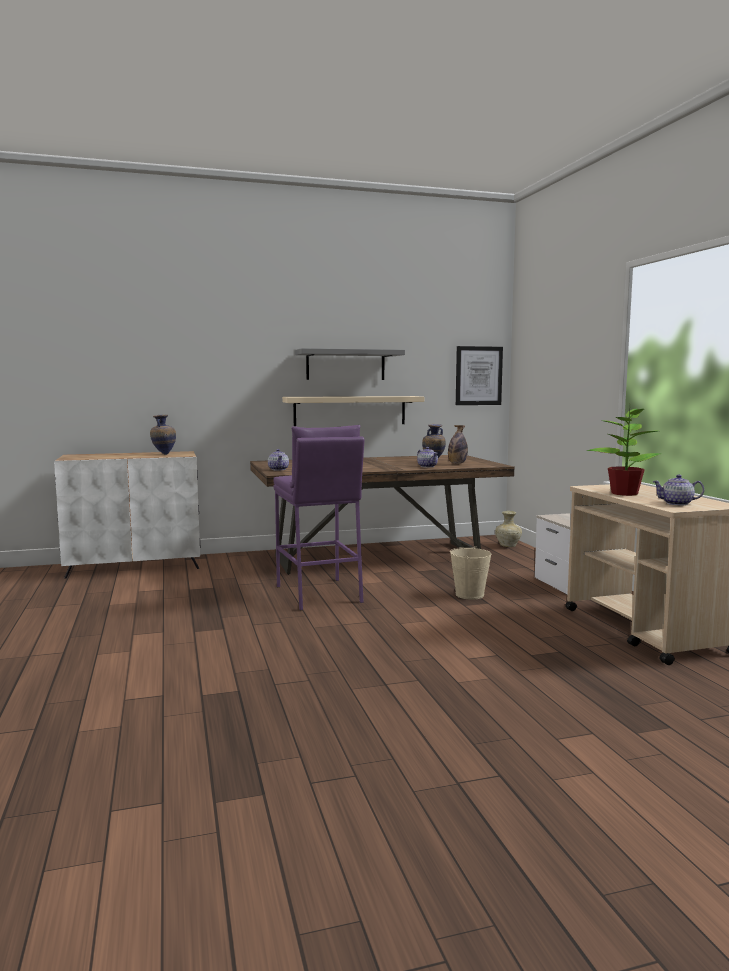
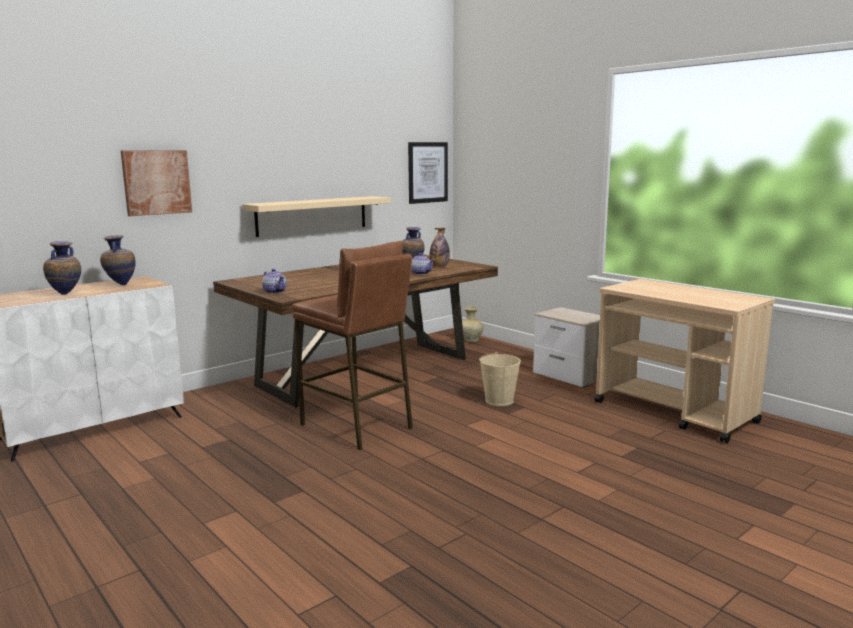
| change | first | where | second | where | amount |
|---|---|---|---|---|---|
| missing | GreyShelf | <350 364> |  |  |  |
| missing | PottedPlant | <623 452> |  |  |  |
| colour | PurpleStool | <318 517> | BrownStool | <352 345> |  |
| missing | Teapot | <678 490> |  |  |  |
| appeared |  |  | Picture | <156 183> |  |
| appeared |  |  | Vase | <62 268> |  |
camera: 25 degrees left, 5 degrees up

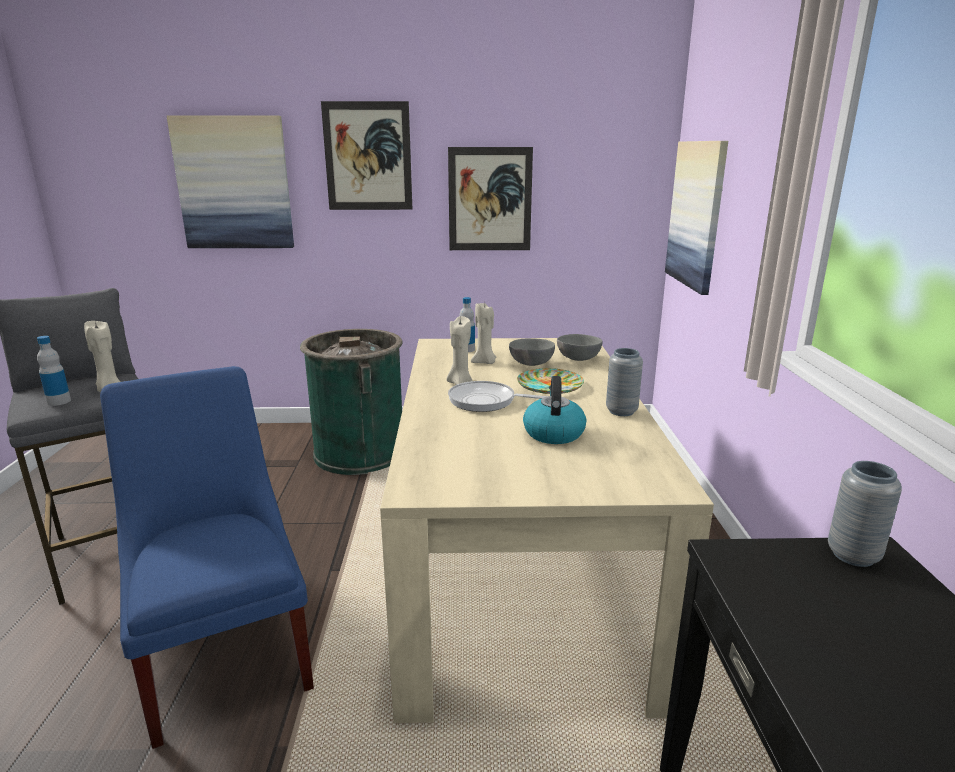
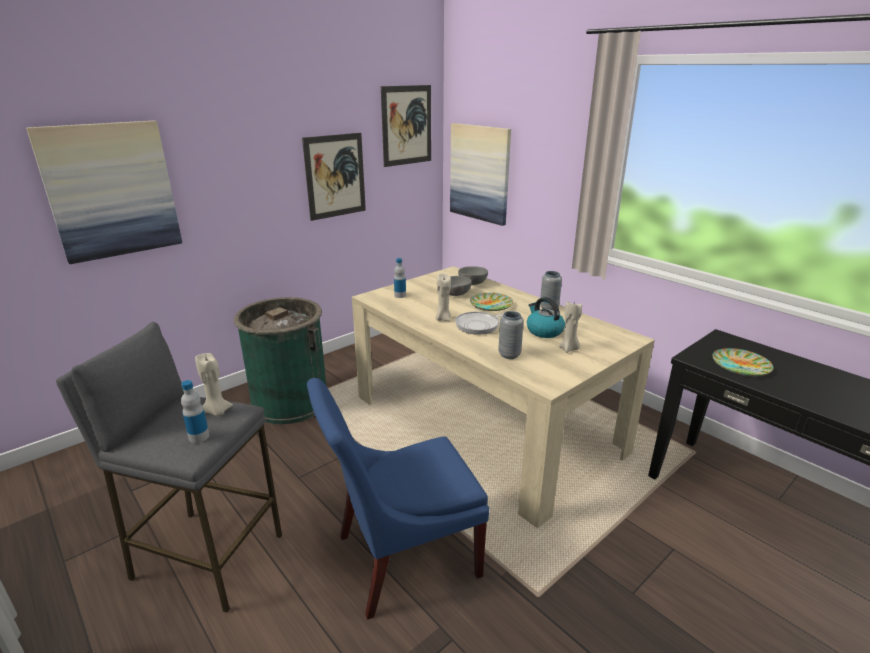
| change | first | where | second | where | amount |
|---|---|---|---|---|---|
| relocated | Picture | <366 155> |  | <406 126> |  |
| relocated | BeigeCandle | <483 333> |  | <570 327> |  |
| spun | BlueChair | <207 557> |  | <398 499> | 45 degrees counterclockwise |
| relocated | GreyVase | <865 514> |  | <511 335> |  |
| appeared |  |  | Plate | <743 362> |  |
camera: 40 degrees left, 5 degrees up

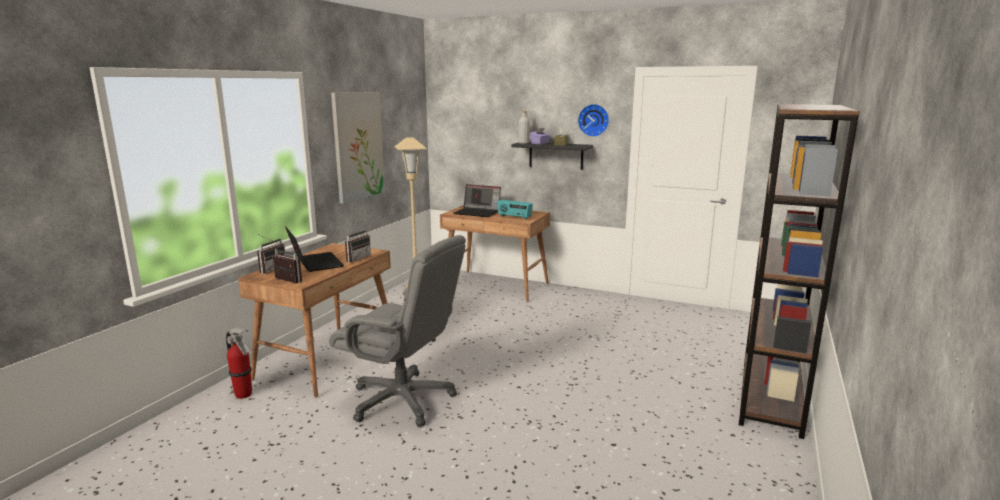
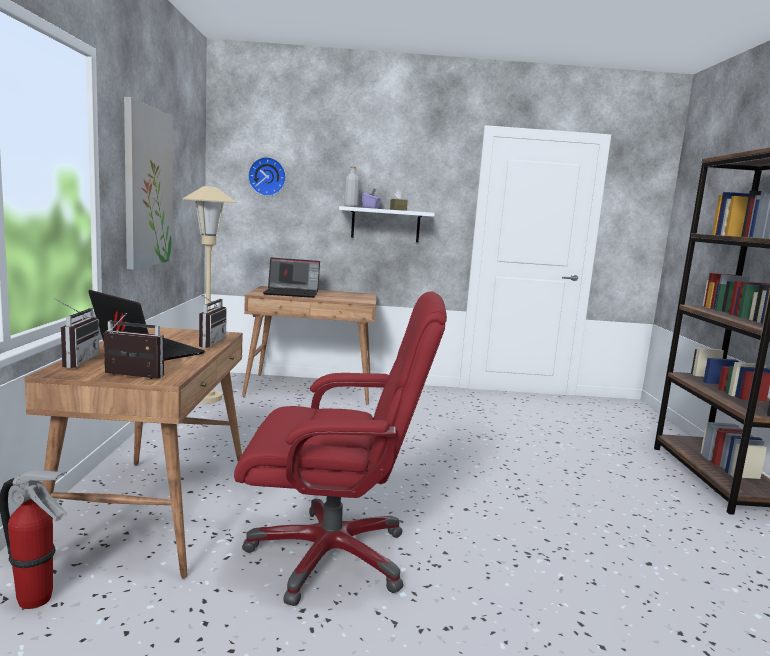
| change | first | where | second | where | amount |
|---|---|---|---|---|---|
| relocated | WallClock | <593 120> |  | <267 176> |  |
| colour | BlackShelf | <552 156> | WhiteShelf | <387 224> |  |
| missing | Radio | <515 210> |  |  |  |
| colour | GreyOfficeChair | <397 331> | RedOfficeChair | <340 448> |  |
camera: 25 degrees left, 5 degrees down

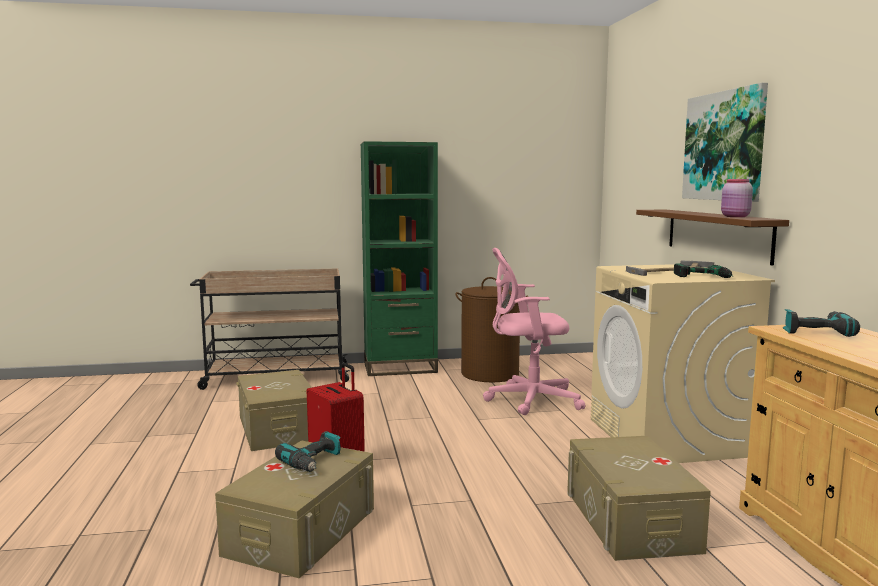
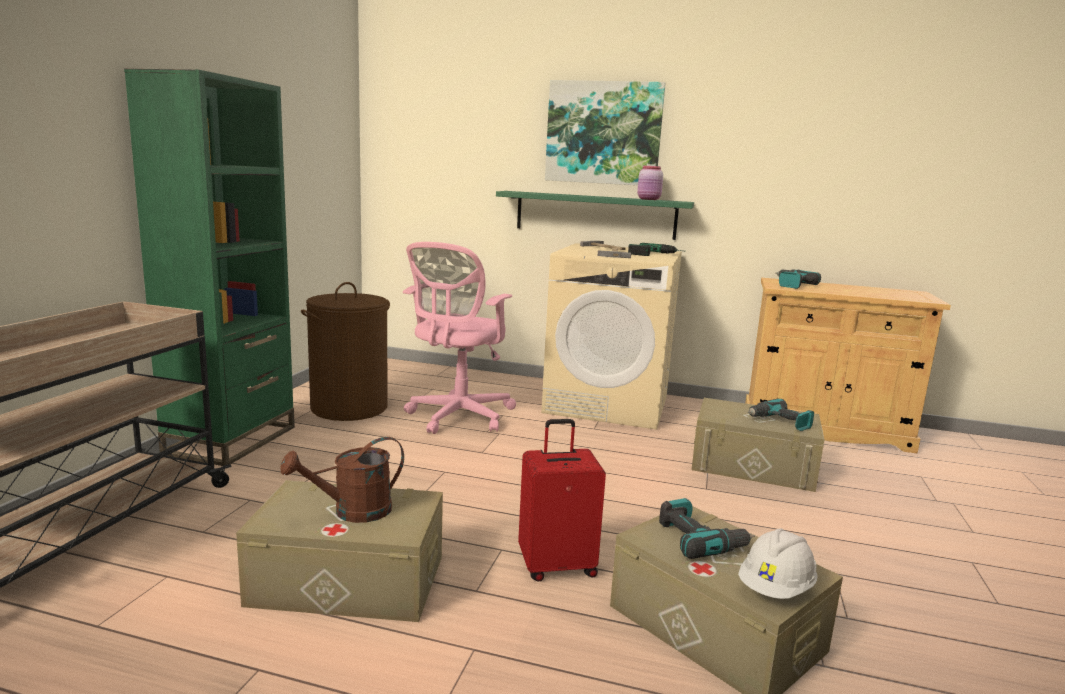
| change | first | where | second | where | amount |
|---|---|---|---|---|---|
| colour | BrownShelf | <712 238> | GreenShelf | <595 215> |  |
| appeared |  |  | PowerDrill | <781 414> |  |
| appeared |  |  | BrownWateringCan | <342 480> |  |
| appeared |  |  | WhiteHardHat | <778 564> |  |
camera: 65 degrees left, 5 degrees up

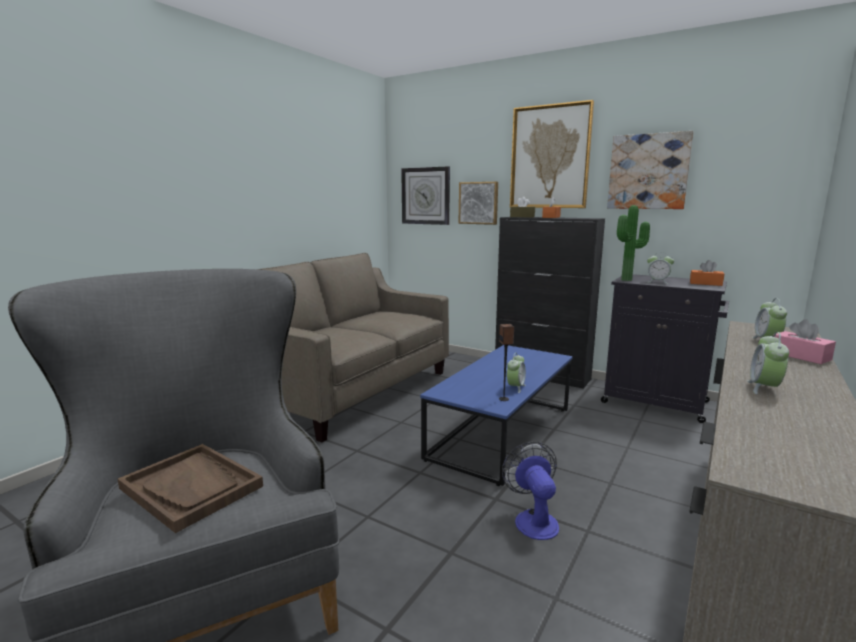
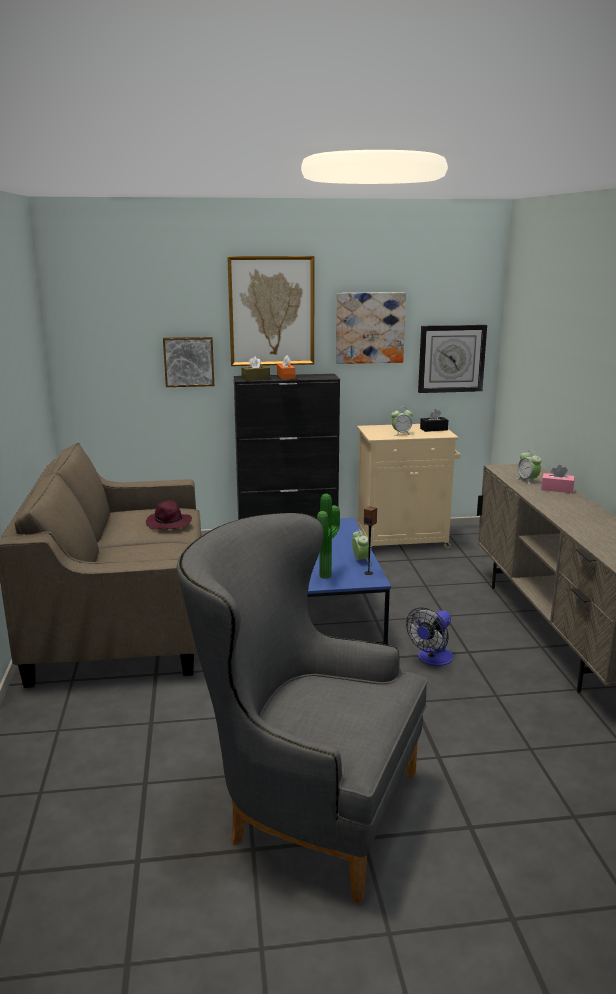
| change | first | where | second | where | amount |
|---|---|---|---|---|---|
| relocated | WallClock | <425 196> |  | <452 359> |  |
| relocated | PottedPlant | <633 243> |  | <328 536> |  |
| colour | OrangeTissueBox | <707 273> | BlackTissueBox | <434 420> |  |
| colour | BlackCabinet | <665 348> | BeigeCabinet | <409 487> |  |
| missing | AlarmClock | <768 363> |  |  |  |
| spun | Fan | <530 491> |  | <429 636> | 90 degrees counterclockwise |
| missing | BrownTray | <190 488> |  |  |  |
| appeared |  |  | PurpleHat | <169 515> |  |
camera: 40 degrees left, 5 degrees up

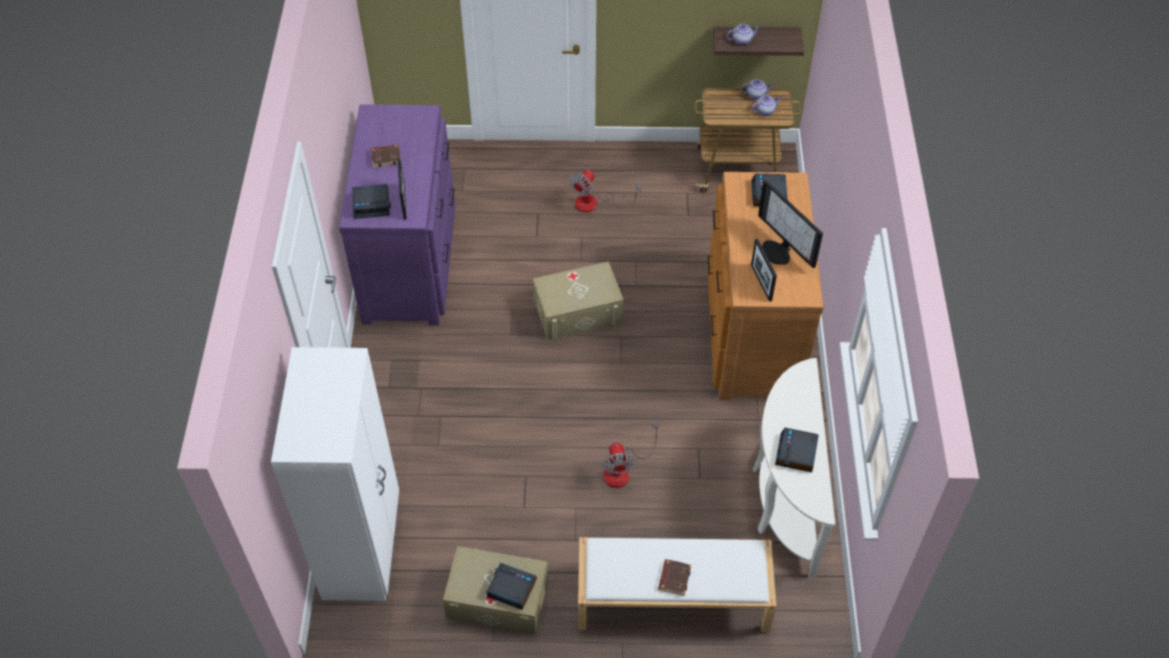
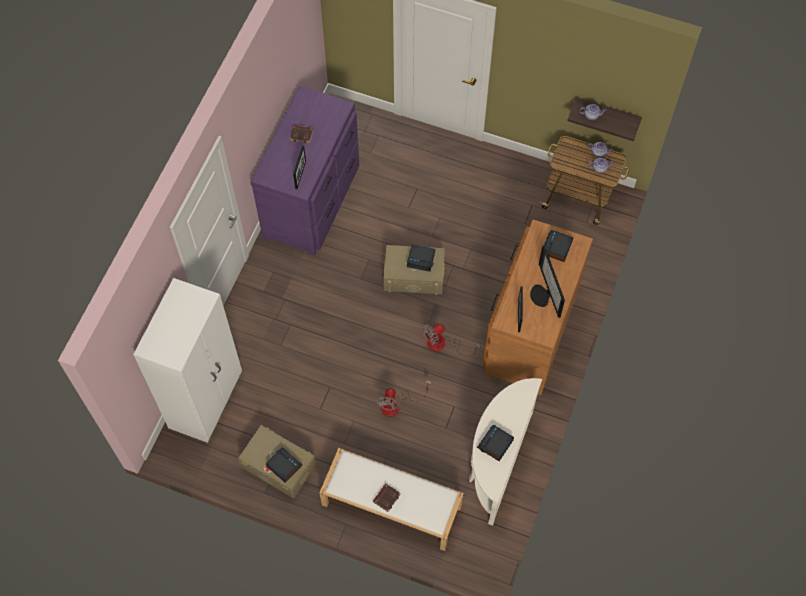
| change | first | where | second | where | amount |
|---|---|---|---|---|---|
| relocated | Fan | <605 191> |  | <451 340> |  |
| relocated | AlarmClock | <371 201> |  | <421 258> |  |
camera: 20 degrees right, 10 degrees up

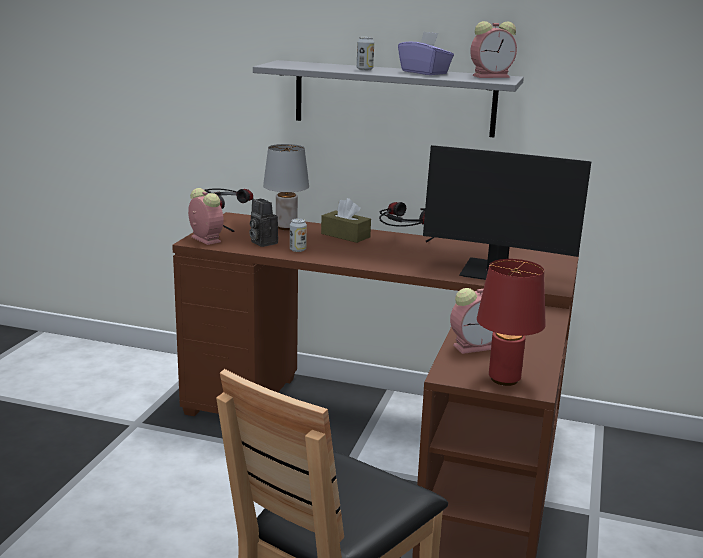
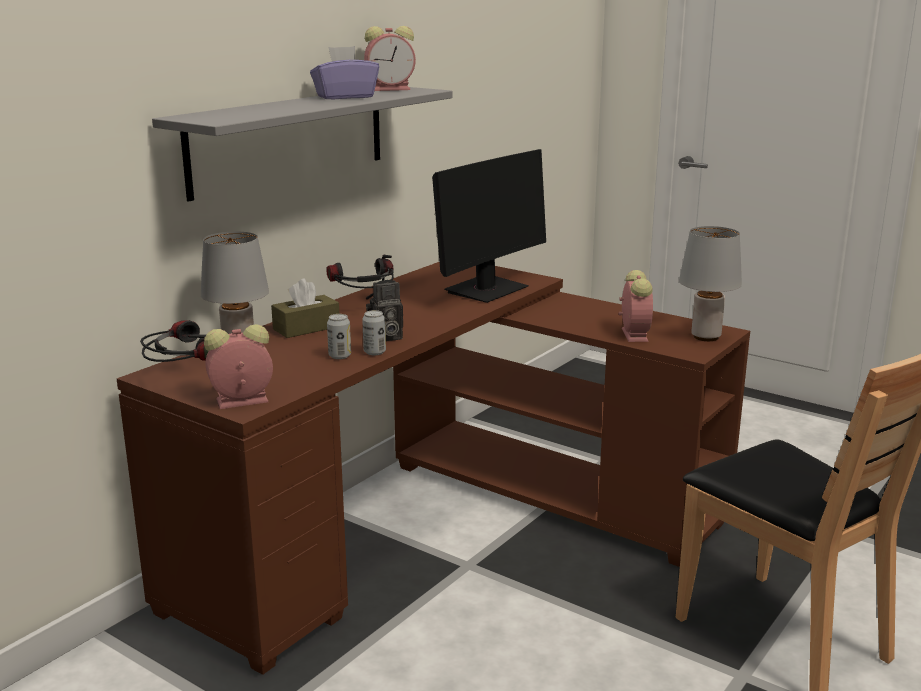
| change | first | where | second | where | amount |
|---|---|---|---|---|---|
| spun | AlarmClock | <493 49> |  | <390 58> | 75 degrees clockwise |
| relocated | Can | <365 53> |  | <374 332> |  |
| relocated | PhotoCamera | <263 223> |  | <384 310> |  |
| colour | RedTableLamp | <511 322> | GreyTableLamp | <710 283> |  |
camera: 70 degrees left, 0 degrees up

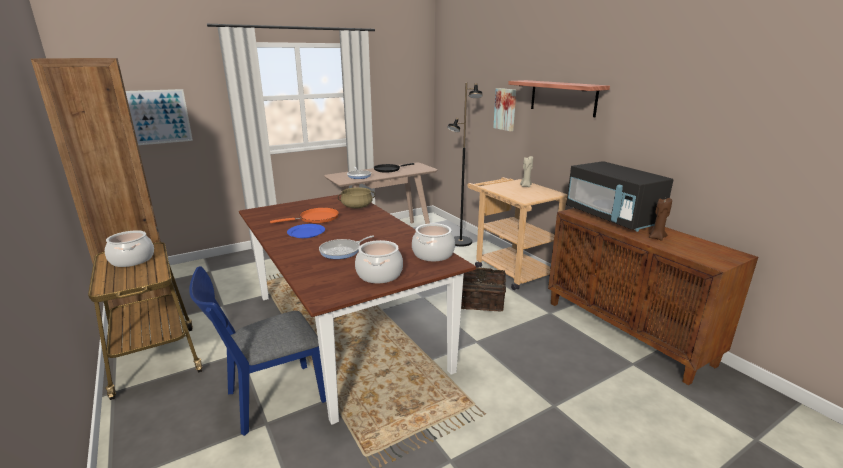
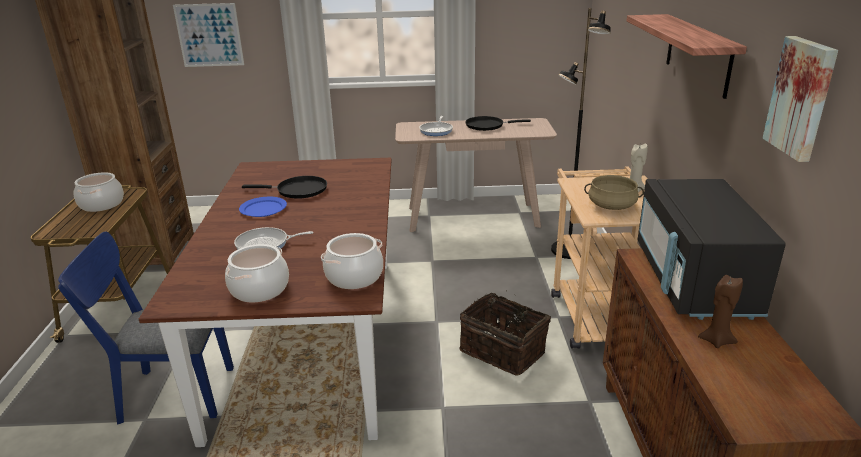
| change | first | where | second | where | amount |
|---|---|---|---|---|---|
| relocated | Picture | <504 109> |  | <800 99> |  |
| relocated | BeigeCookingPot | <356 197> |  | <614 192> |  |
| colour | OrangeFryingPan | <304 215> | BlackFryingPan | <284 187> |  |
camera: 30 degrees right, 5 degrees up

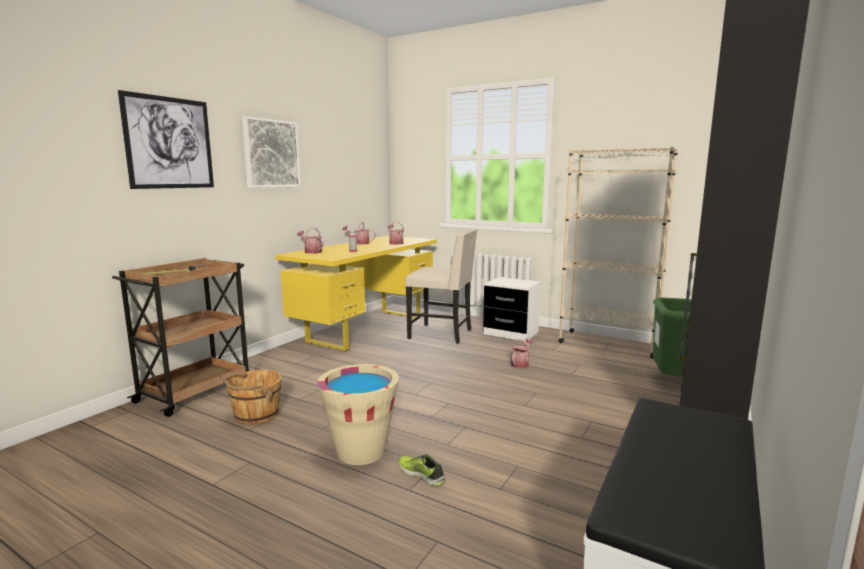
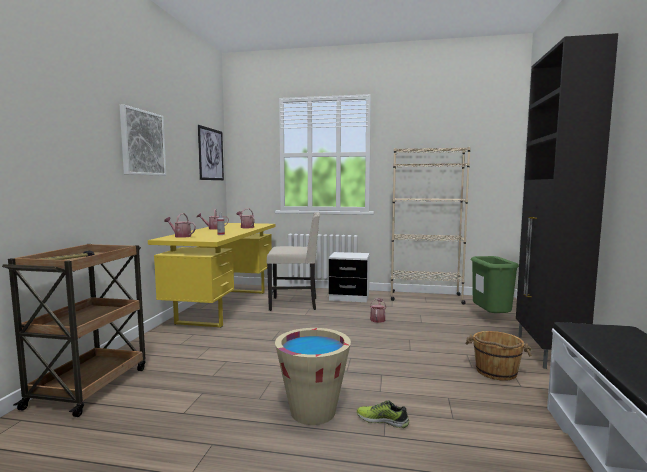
| change | first | where | second | where | amount |
|---|---|---|---|---|---|
| relocated | Picture | <166 139> |  | <211 152> |  |
| relocated | BrownBucket | <252 397> |  | <498 356> |  |
camera: 20 degrees left, 5 degrees down

